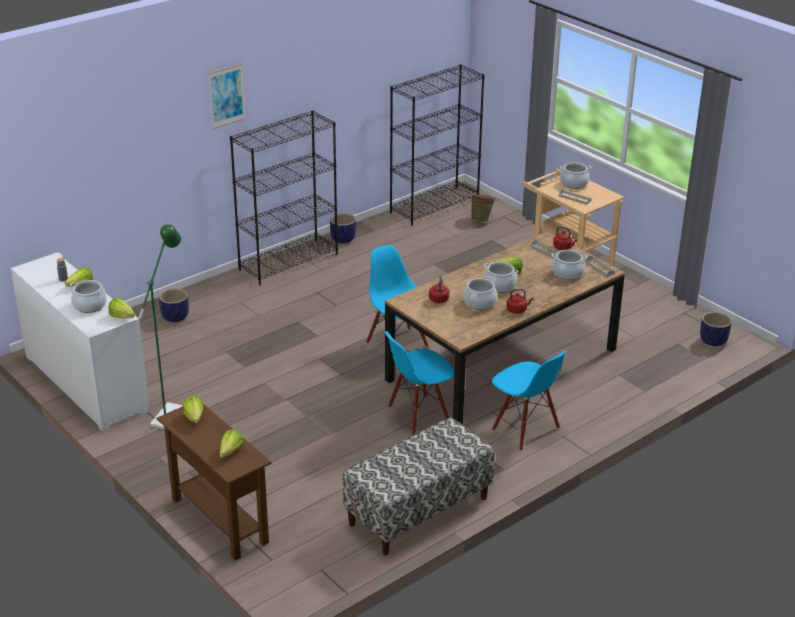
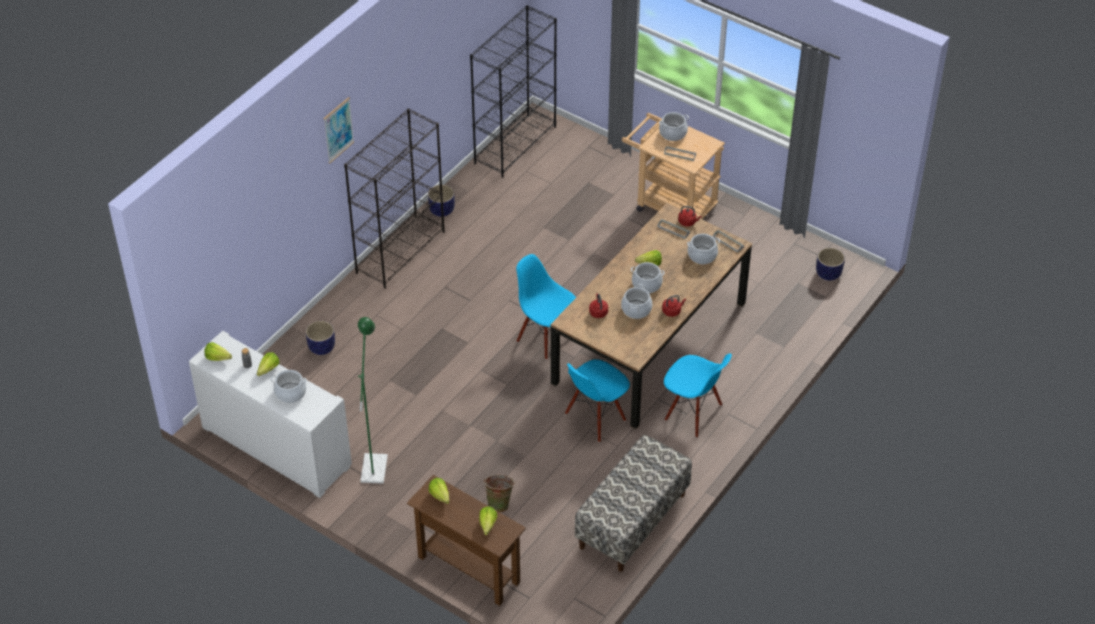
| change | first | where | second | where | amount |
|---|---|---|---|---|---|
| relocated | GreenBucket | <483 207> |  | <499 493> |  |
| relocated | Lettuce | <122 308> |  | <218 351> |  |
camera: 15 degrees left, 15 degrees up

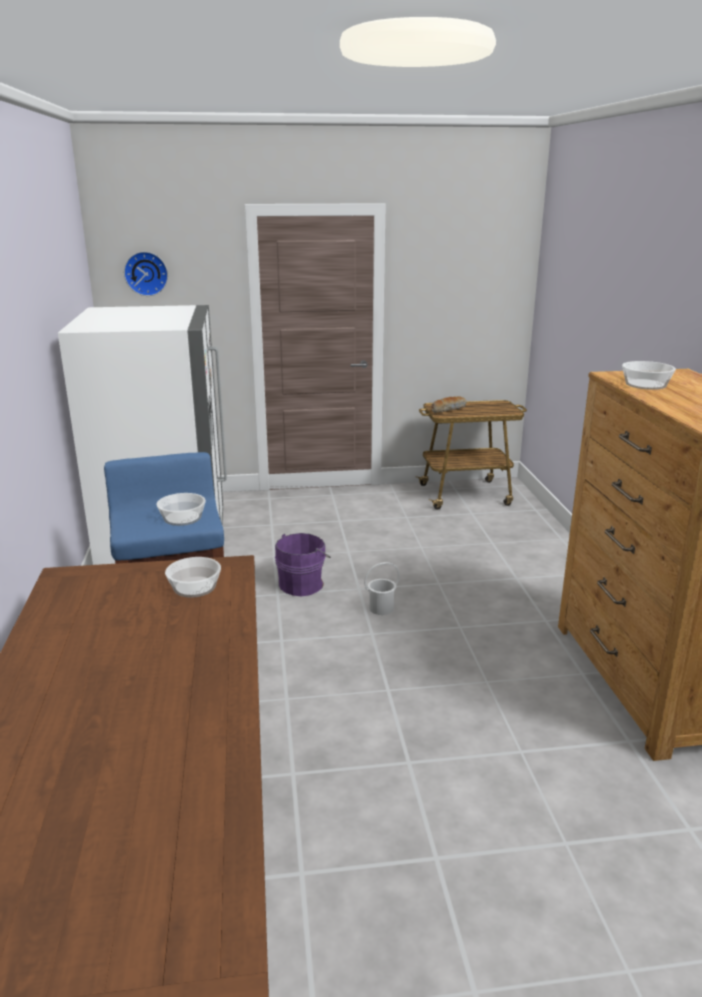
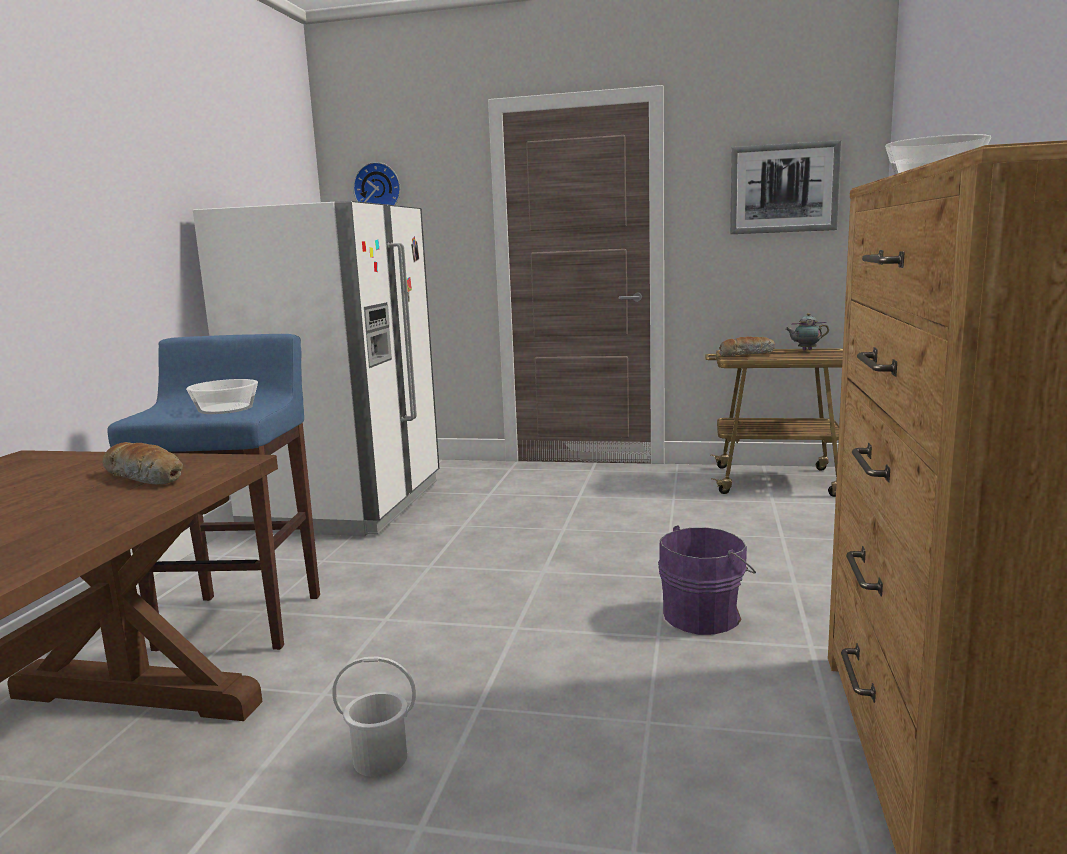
| change | first | where | second | where | amount |
|---|---|---|---|---|---|
| relocated | PurpleBucket | <303 565> |  | <707 580> |  |
| exchanged | Bowl | <193 577> | Bread | <143 463> |  |
| relocated | WhiteBucket | <382 588> |  | <374 716> |  |
| appeared |  |  | Picture | <785 187> |  |
| appeared |  |  | Teapot | <807 332> |  |
camera: 20 degrees right, 10 degrees down

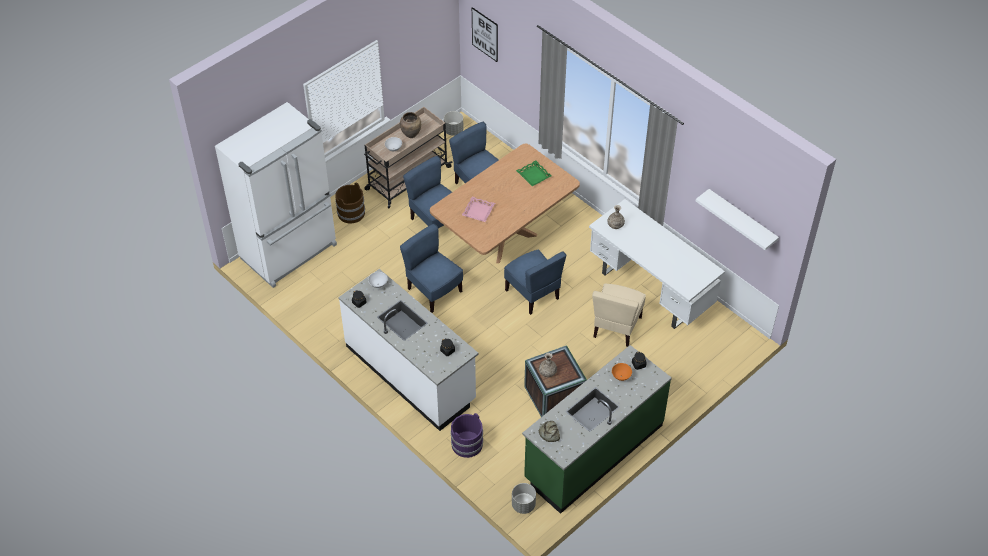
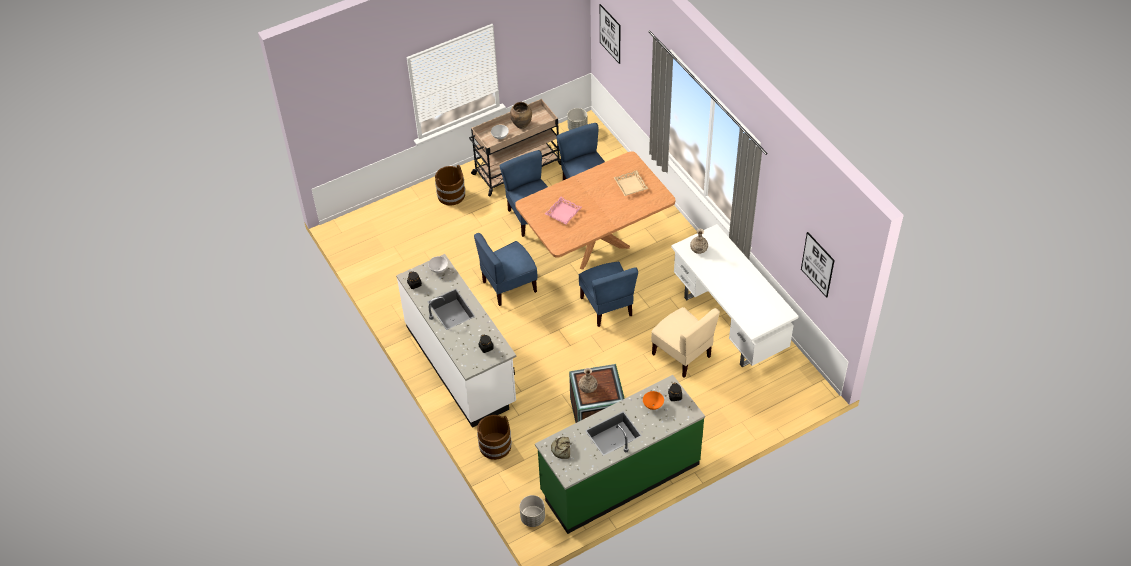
| change | first | where | second | where | amount |
|---|---|---|---|---|---|
| missing | WhiteFridge | <276 195> |  |  |  |
| colour | GreenTray | <534 173> | BeigeTray | <630 183> |  |
| exchanged | WhiteShelf | <737 219> | Picture | <818 265> |  |
| spun | BlueChair | <431 268> |  | <505 269> | 90 degrees counterclockwise |
| spun | BeigeChair | <619 315> |  | <685 342> | 75 degrees counterclockwise |
| colour | PurpleBucket | <467 435> | BrownBucket | <494 437> |  |
camera: 15 degrees right, 0 degrees up

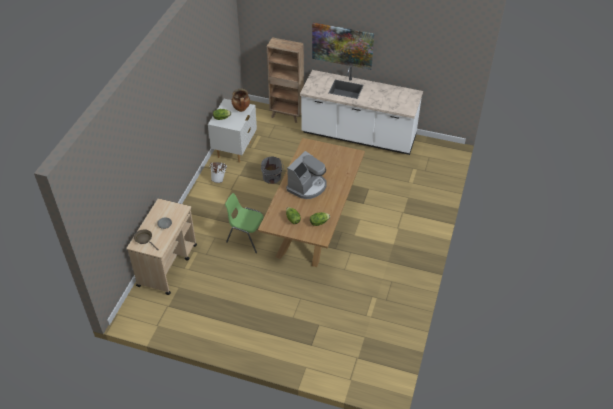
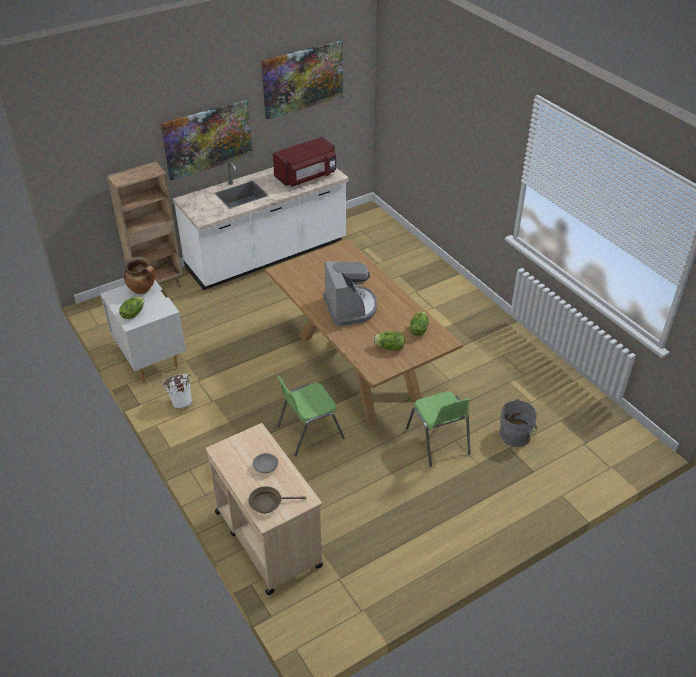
| change | first | where | second | where | amount |
|---|---|---|---|---|---|
| relocated | GreyBucket | <272 170> |  | <518 423> |  |
| appeared |  |  | Picture | <302 79> |  |
| appeared |  |  | RedMicrowave | <304 162> |  |
| appeared |  |  | GreenChair | <438 428> |  |
camera: 50 degrees left, 5 degrees down

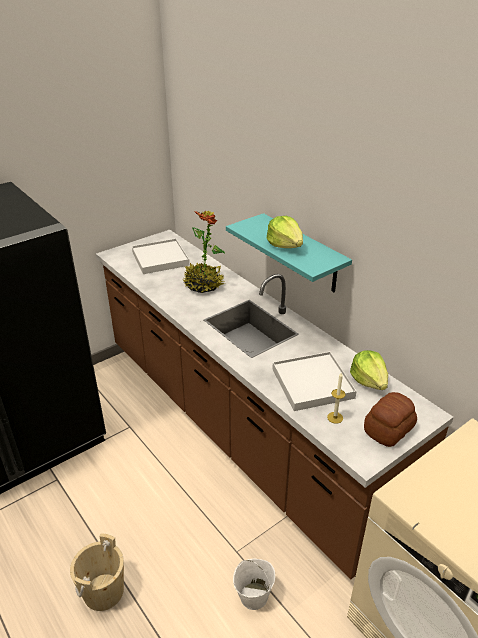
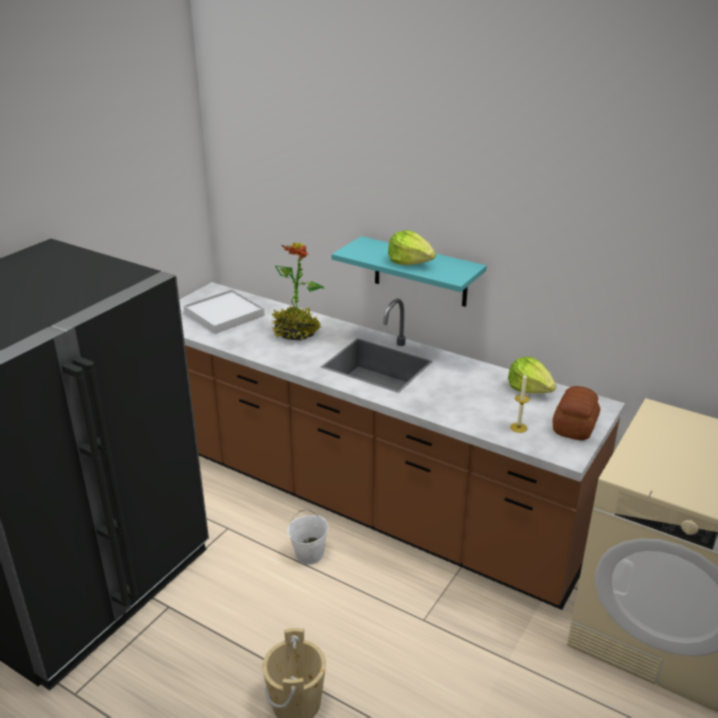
| change | first | where | second | where | amount |
|---|---|---|---|---|---|
| missing | WhiteTray | <314 381> |  |  |  |
| relocated | WhiteBucket | <254 584> |  | <308 536> |  |
camera: 20 degrees left, 5 degrees down

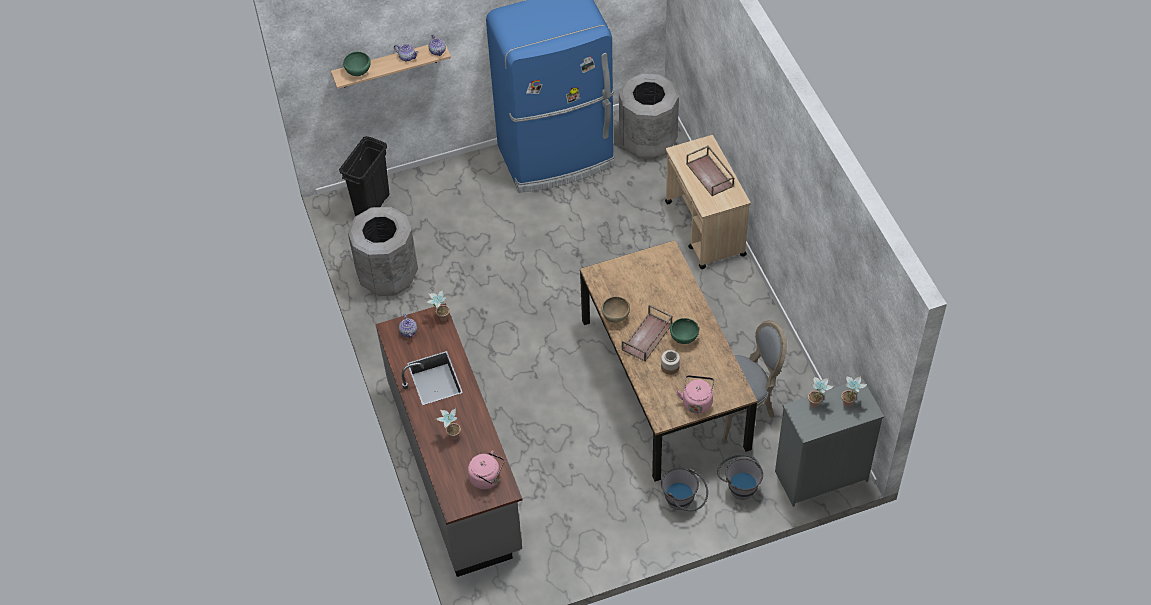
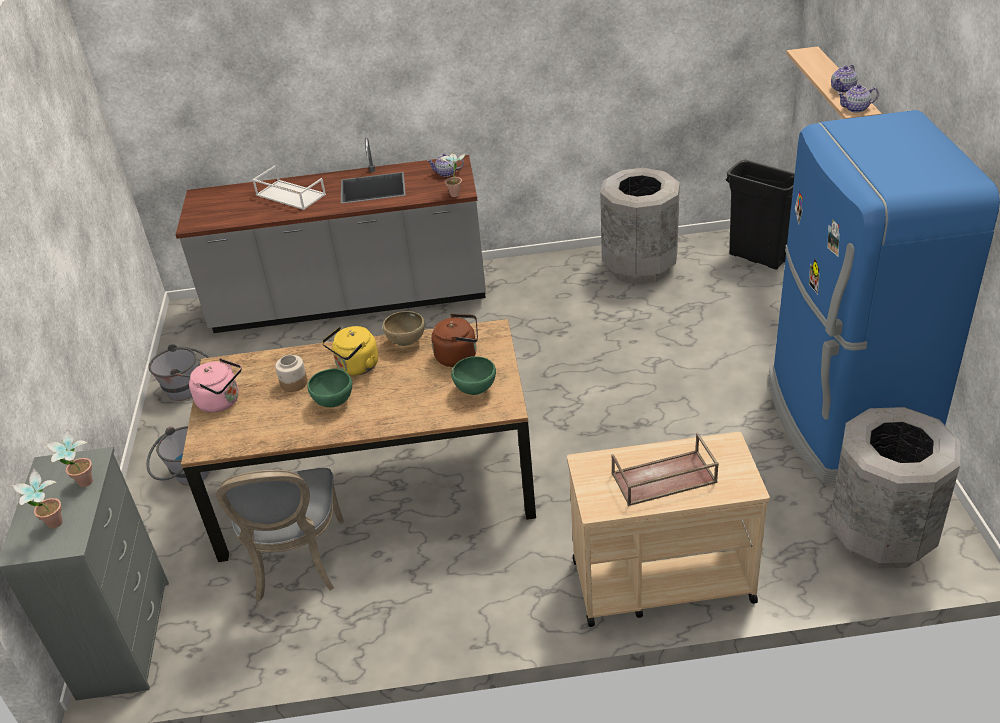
| change | first | where | second | where | amount |
|---|---|---|---|---|---|
| relocated | GreenBowl | <357 64> |  | <473 375> |  |
| exchanged | BrownTray | <647 333> | YellowKettle | <350 350> |  |
| exchanged | PottedPlant | <448 424> | WhiteTray | <289 187> |  |
| missing | PinkKettle | <486 469> |  |  |  |
| relocated | GreyBucket | <740 477> |  | <179 372> |  |
| appeared |  |  | BrownKettle | <454 340> |  |
camera: 105 degrees right, 15 degrees down

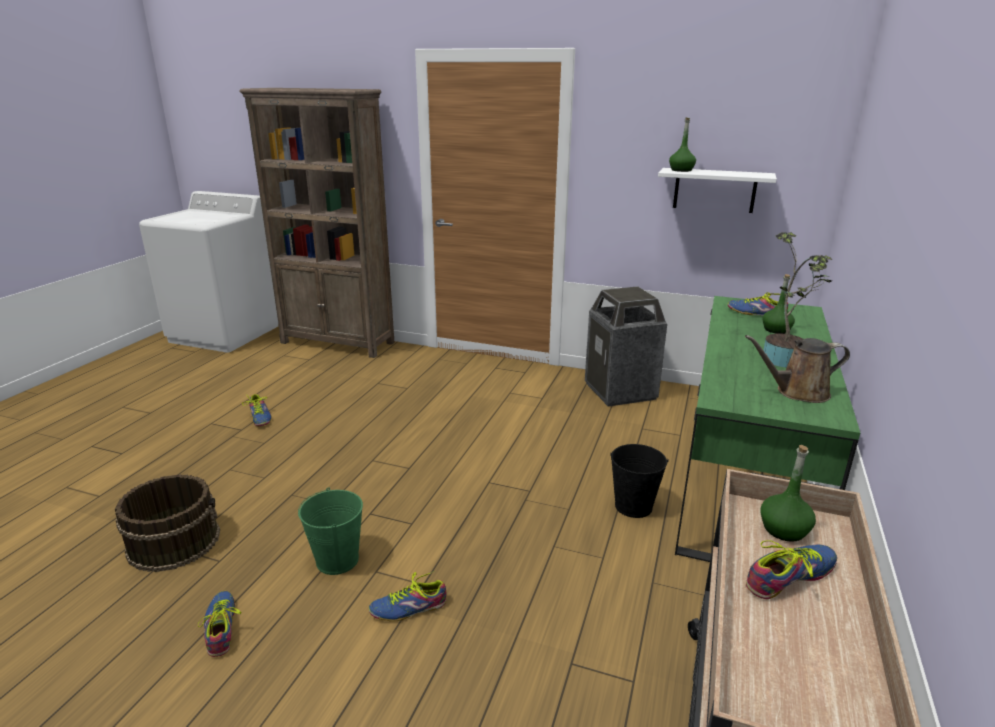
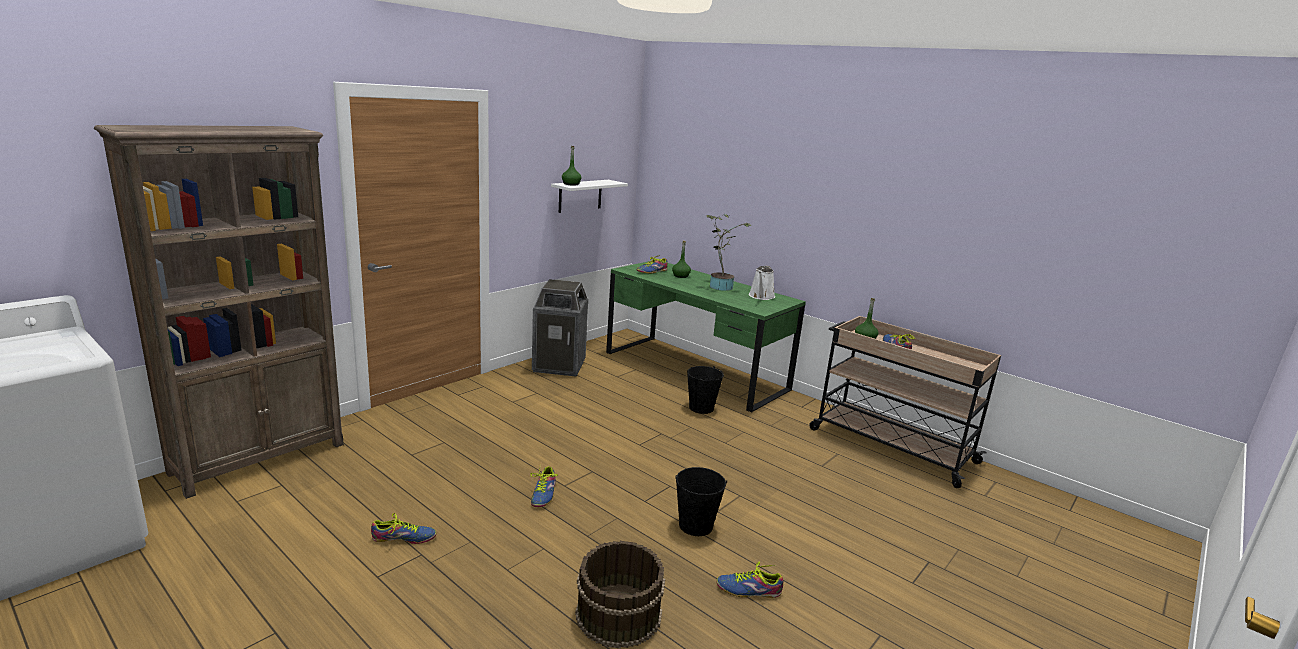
| change | first | where | second | where | amount |
|---|---|---|---|---|---|
| colour | BrownWateringCan | <797 369> | WhiteWateringCan | <762 283> |  |
| colour | GreenBucket | <330 531> | BlackBucket | <701 501> |  |
| relocated | Shoe | <408 596> |  | <544 486> |  |
camera: 70 degrees left, 5 degrees down

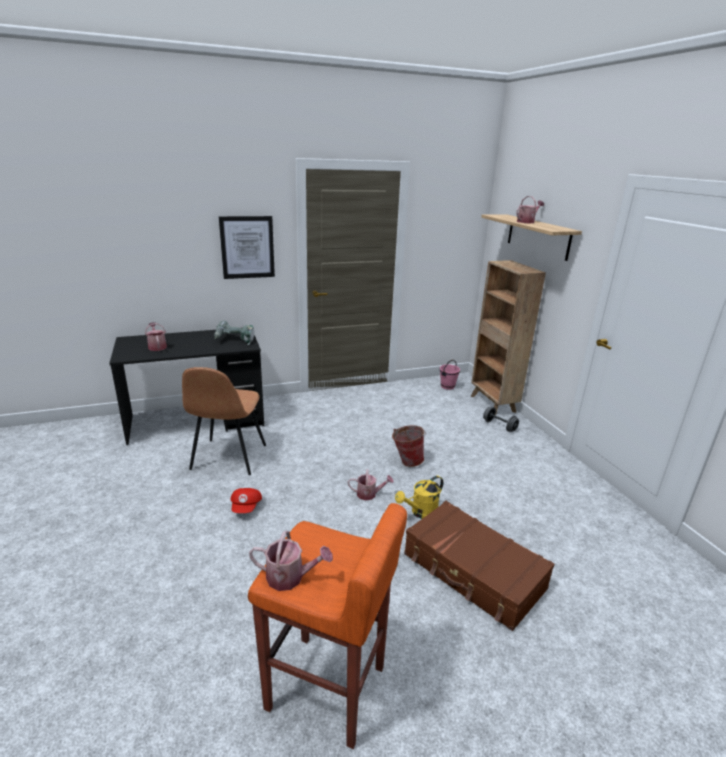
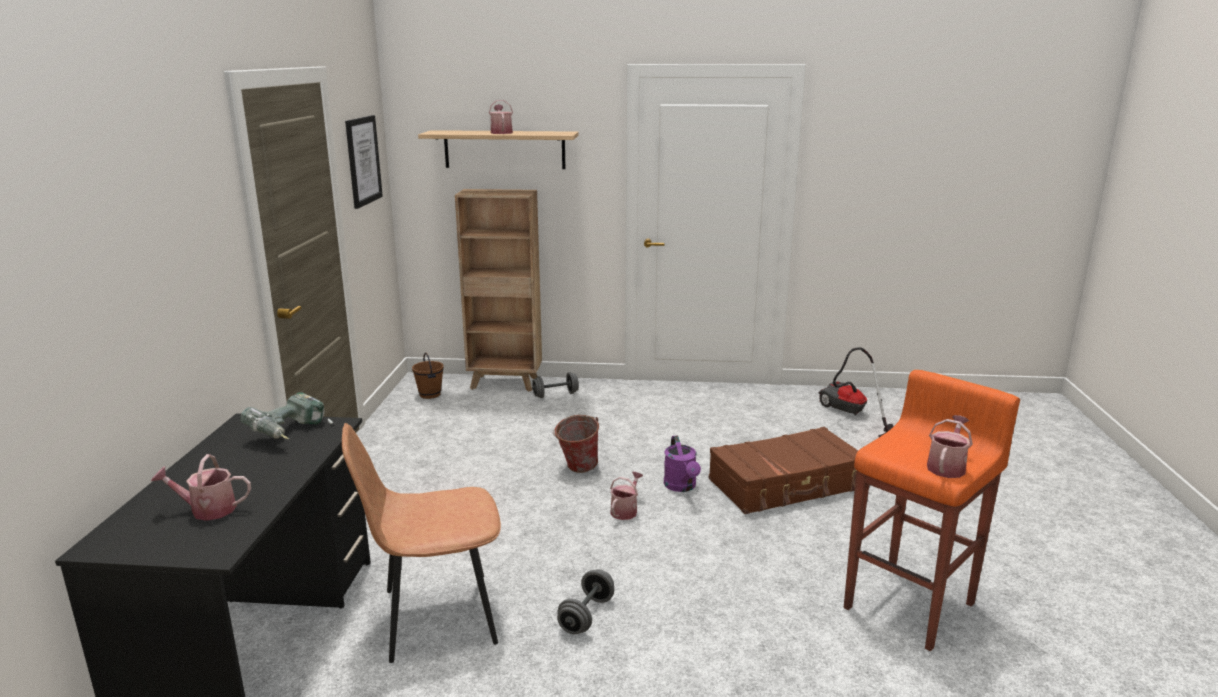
| change | first | where | second | where | amount |
|---|---|---|---|---|---|
| relocated | Picture | <247 247> |  | <364 162> |  |
| colour | PinkBucket | <450 375> | BrownBucket | <428 376> |  |
| spun | BrownChair | <224 421> |  | <421 543> | 135 degrees clockwise |
| colour | YellowWateringCan | <419 497> | PurpleWateringCan | <682 464> |  |
| exchanged | RedCap | <246 500> | GreyDumbbell | <585 601> |  |
| appeared |  |  | VacuumCleaner | <856 392> |  |
camera: 65 degrees left, 5 degrees down

